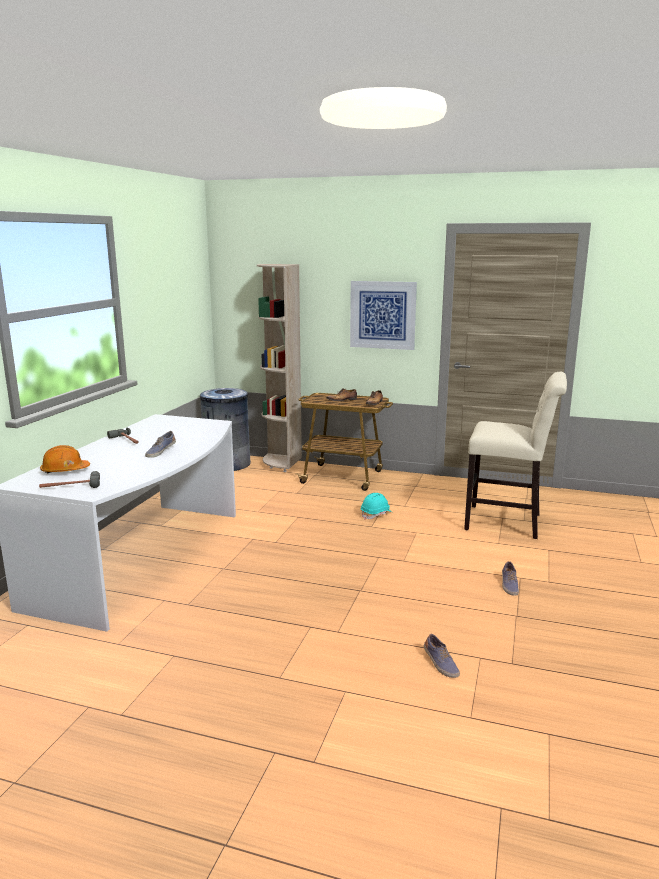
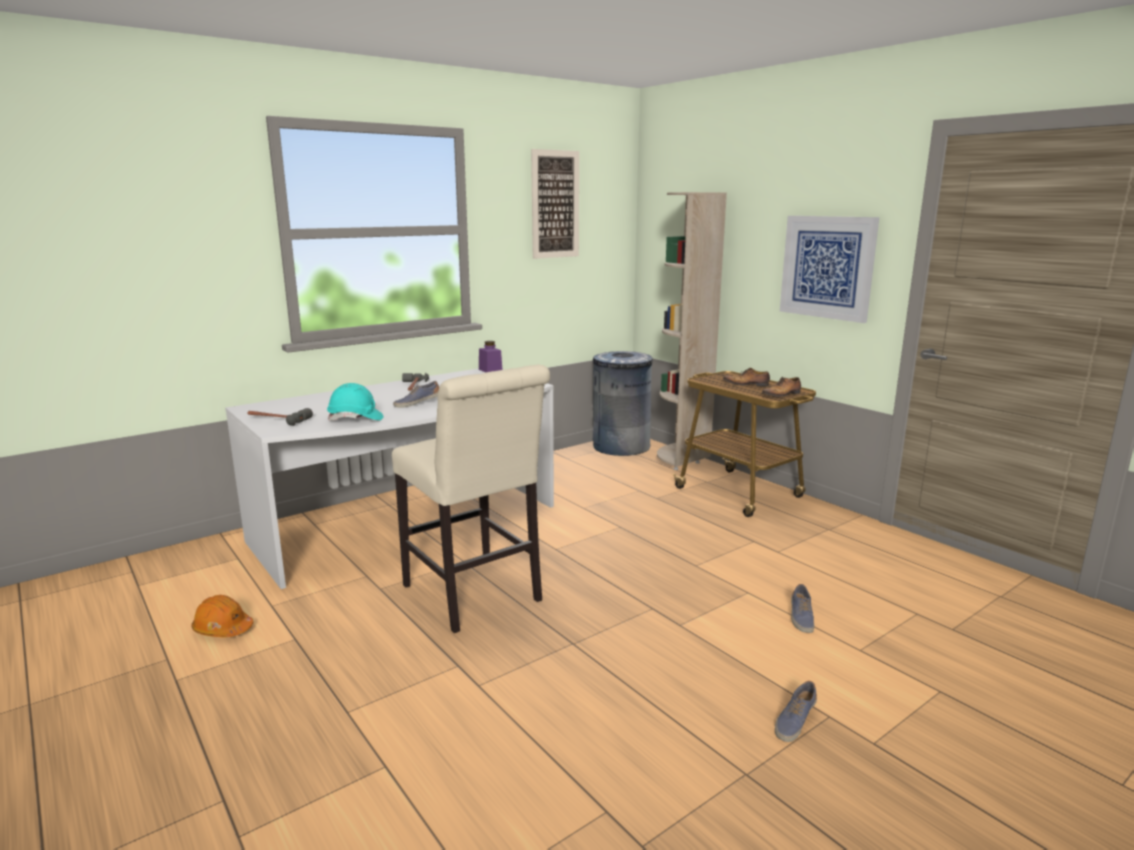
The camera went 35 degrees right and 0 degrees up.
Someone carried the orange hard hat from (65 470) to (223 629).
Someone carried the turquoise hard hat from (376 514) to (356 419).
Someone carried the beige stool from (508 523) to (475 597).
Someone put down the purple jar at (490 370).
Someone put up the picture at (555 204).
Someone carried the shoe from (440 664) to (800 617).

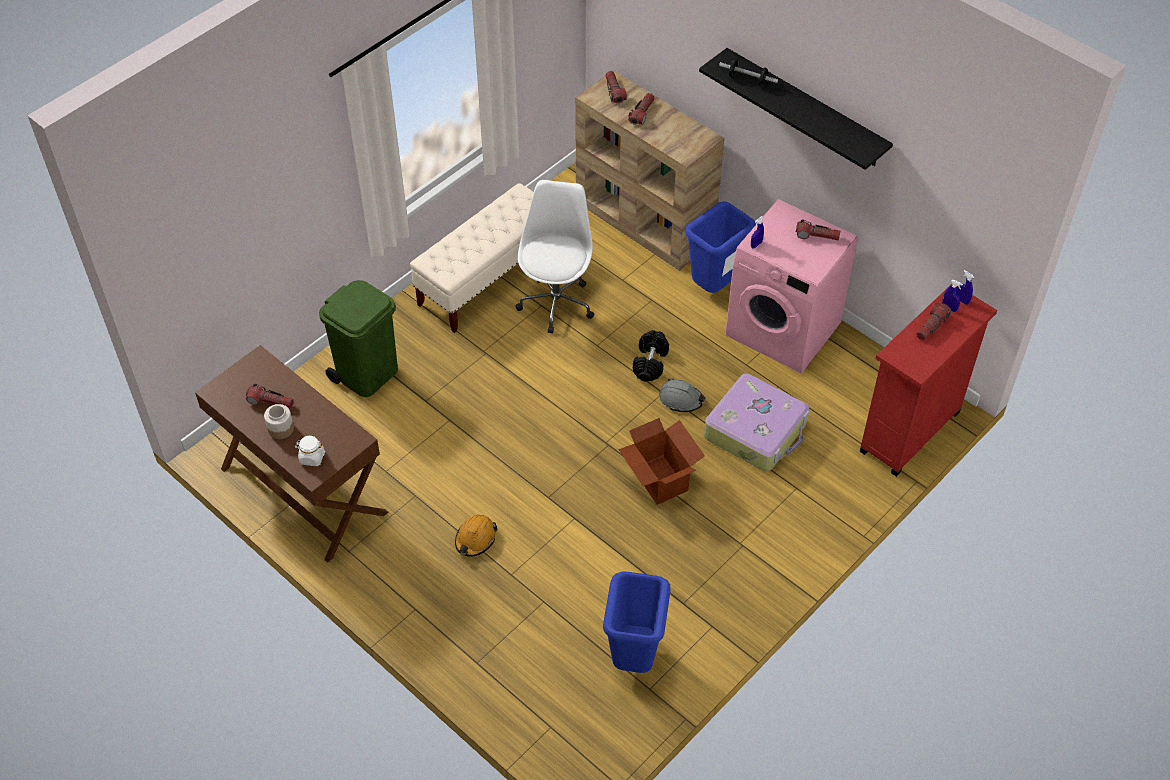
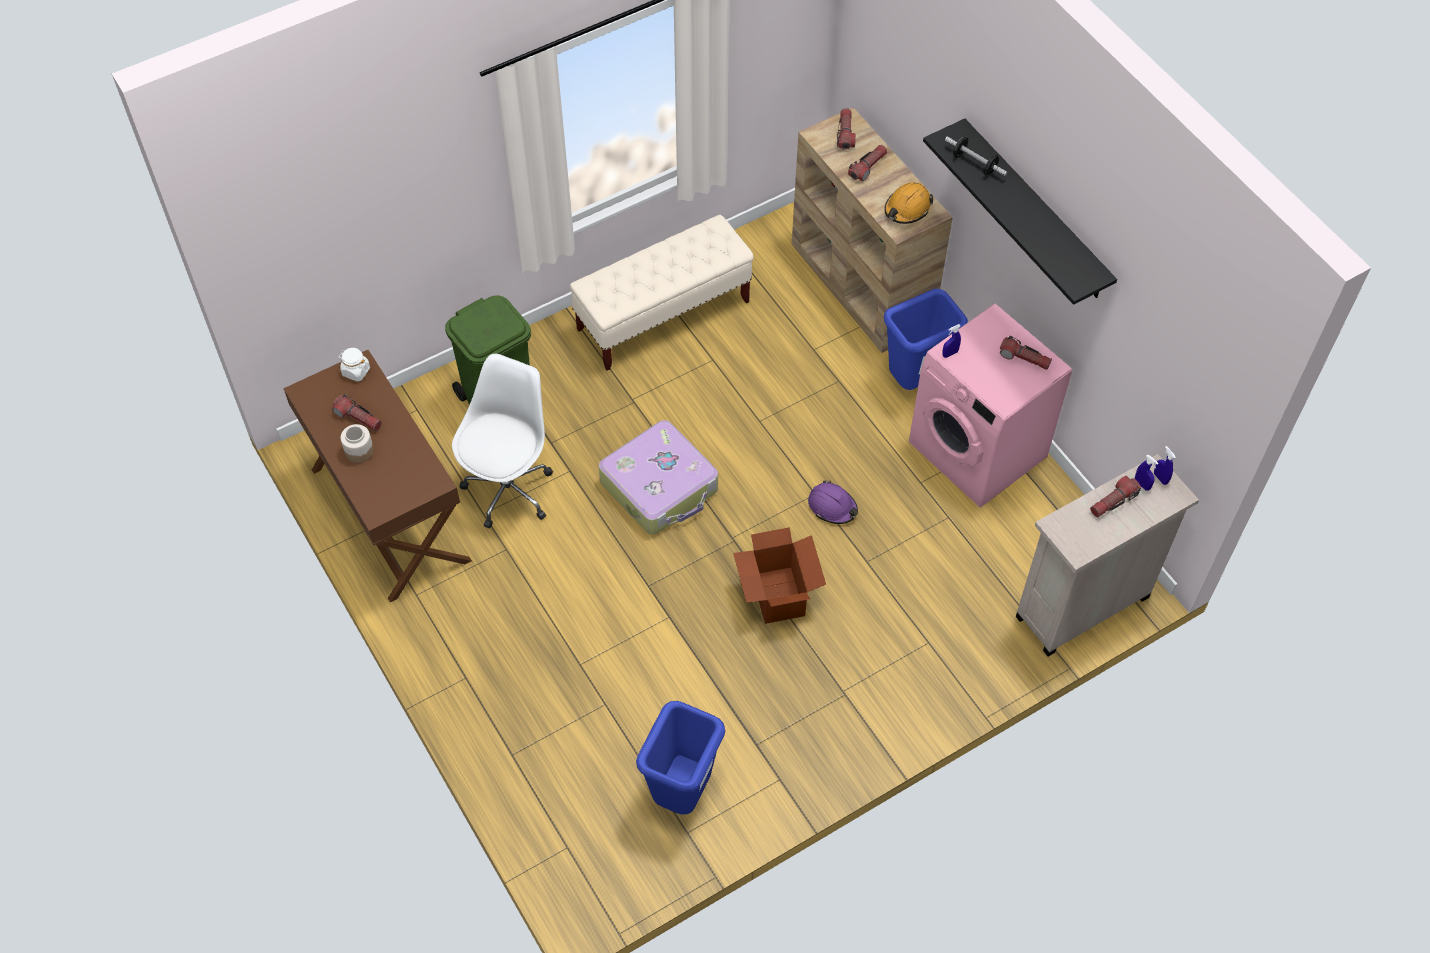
The camera went 15 degrees right and 5 degrees up.
Someone carried the white jar from (312 457) to (356 371).
Someone carried the white office chair from (556 303) to (510 490).
Someone carried the suitcase from (756 431) to (660 486).
Someone repainted the grey hard hat at (681 399), which became the purple hard hat at (832 507).
Someone carried the orange hard hat from (475 539) to (907 208).
Someone repainted the red cabinet at (910 433), which became the beige cabinet at (1082 608).
Someone took away the black dumbbell at (650 363).

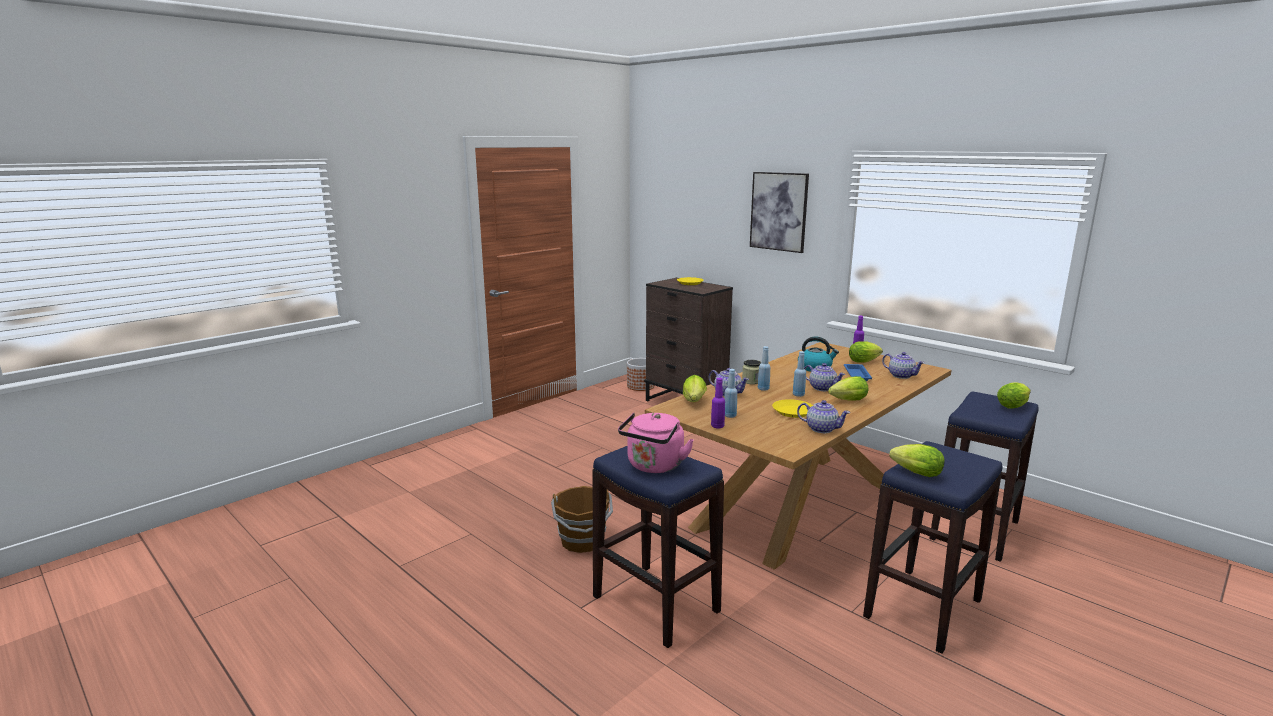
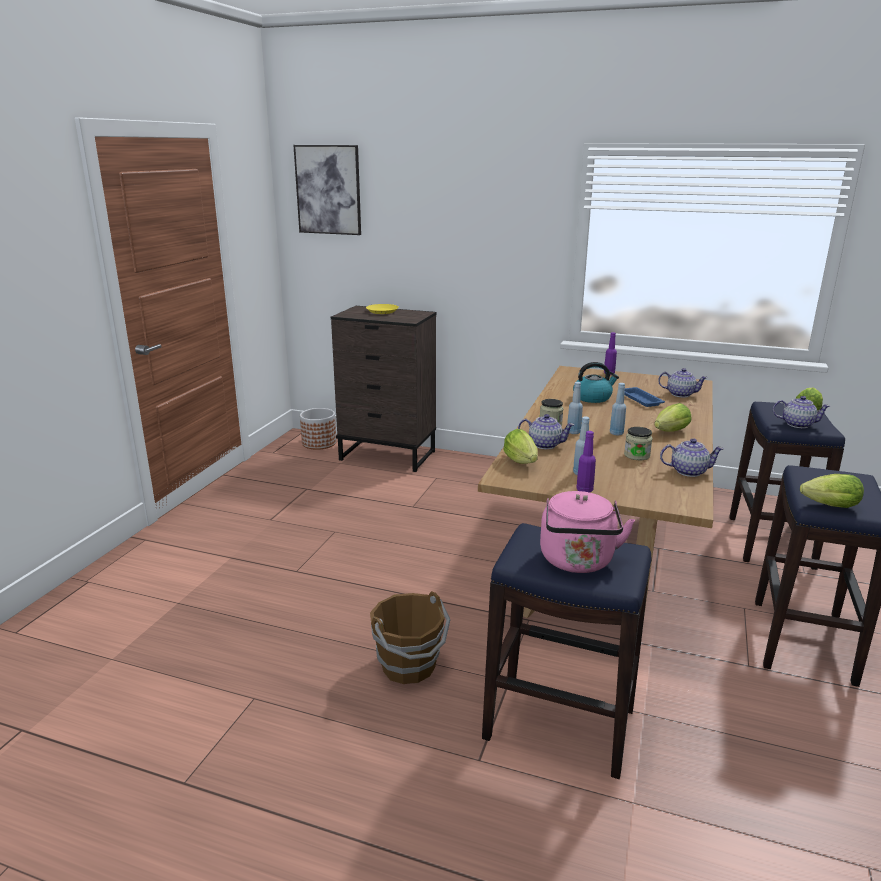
The camera went 25 degrees left and 5 degrees up.
Someone carried the picture from (779 211) to (328 190).
Someone swapped the yellow plate at (793 412) for the jar at (637 455).
Someone carried the teapot from (822 388) to (797 424).
Someone took away the lettuce at (865 361).

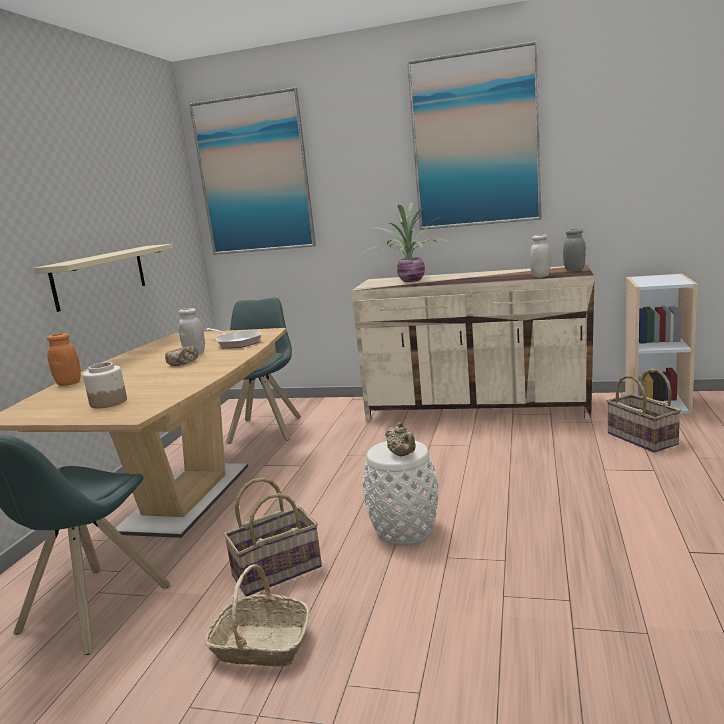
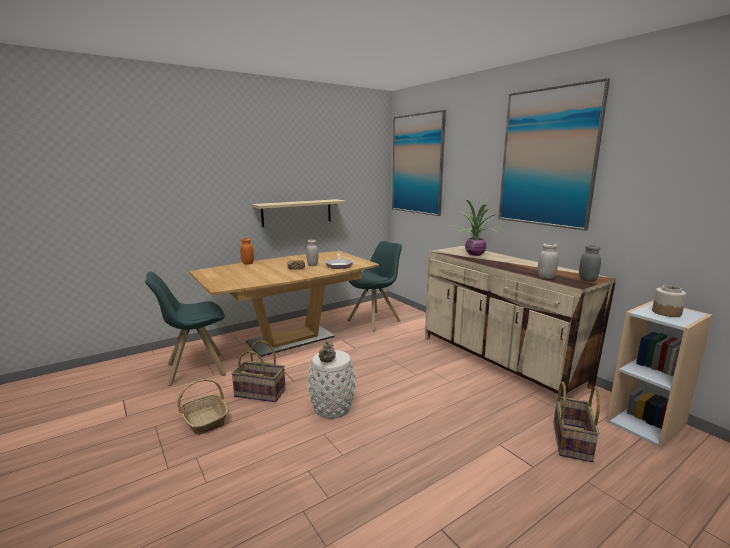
The camera went 40 degrees right and 0 degrees up.
Someone carried the jar from (108 402) to (666 312).

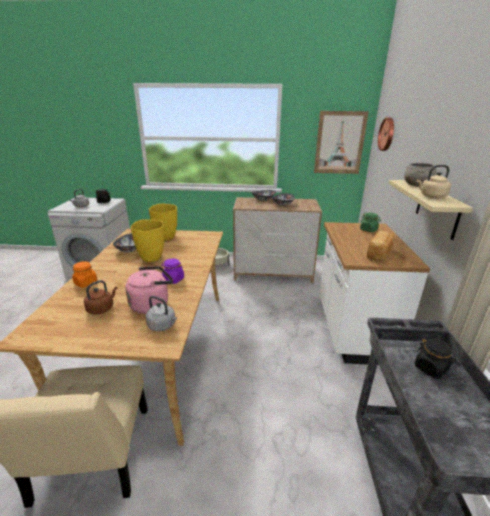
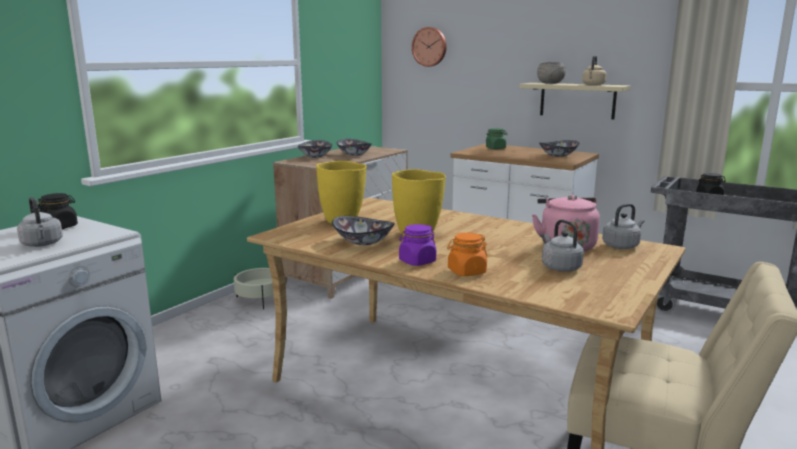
The camera went 60 degrees left and 10 degrees down.
Someone carried the purple jar from (173 279) to (417 261).
Someone swapped the bread at (380 254) for the bowl at (558 155).
Someone repainted the brown kettle at (102 308), which became the grey kettle at (559 267).
Someone took away the picture at (339 143).

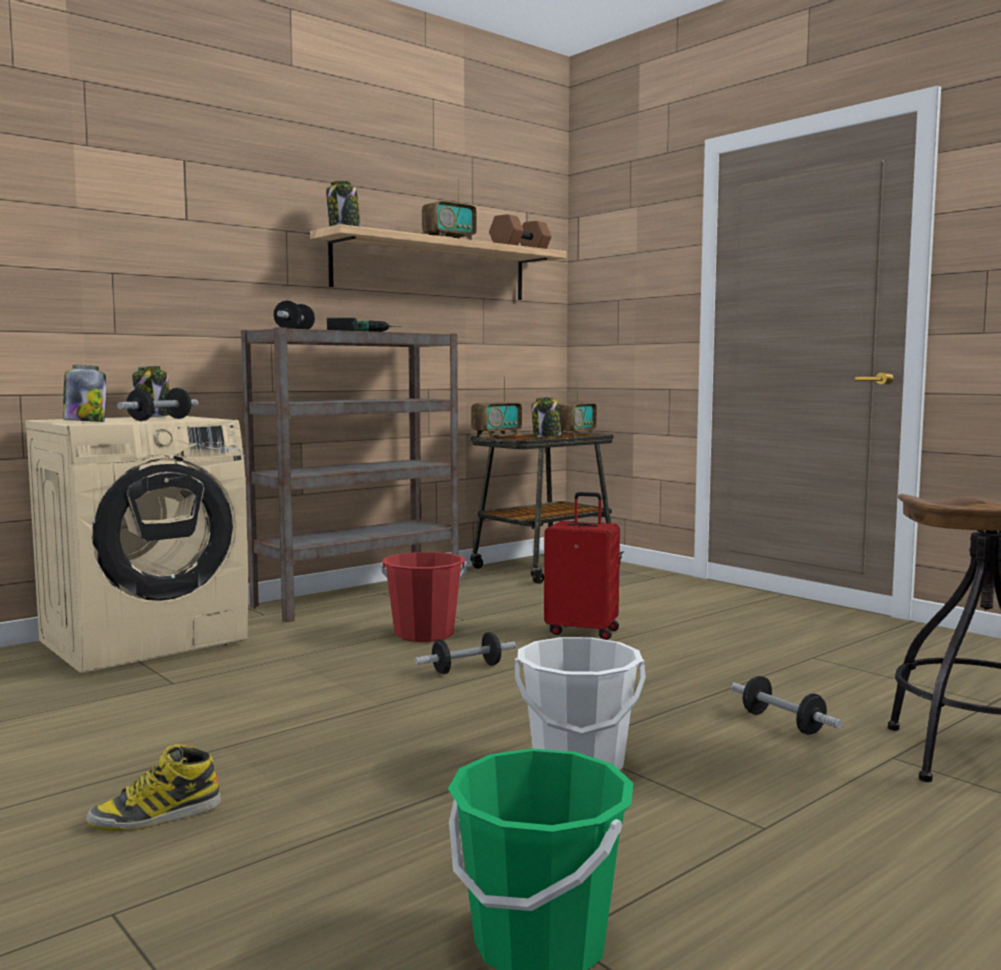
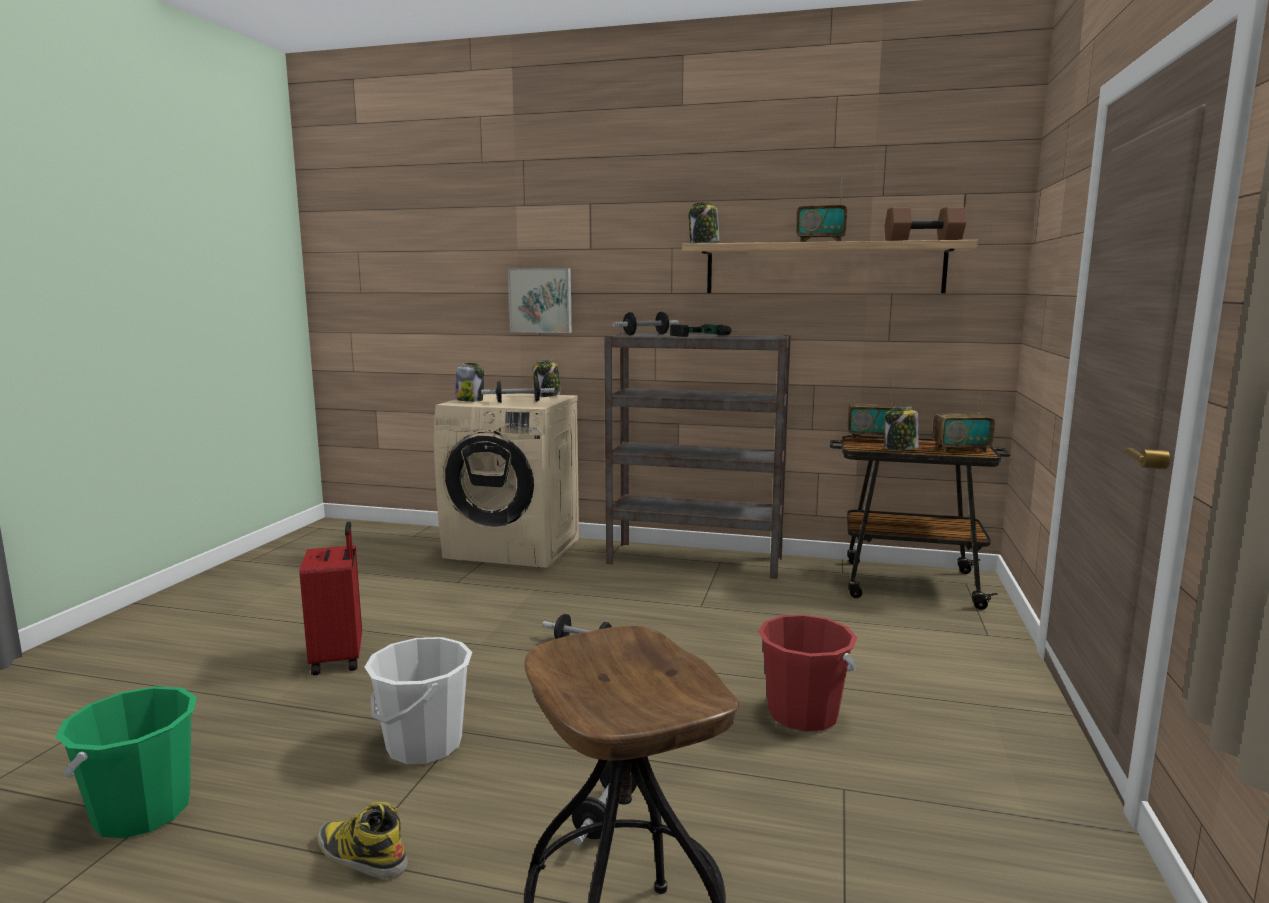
The camera went 55 degrees right and 5 degrees up.
Someone carried the red suitcase from (583 631) to (339 659).
Someone carried the boot from (155 816) to (360 855).
Someone put up the picture at (541 300).
Someone carried the red bucket from (424 634) to (803 714).

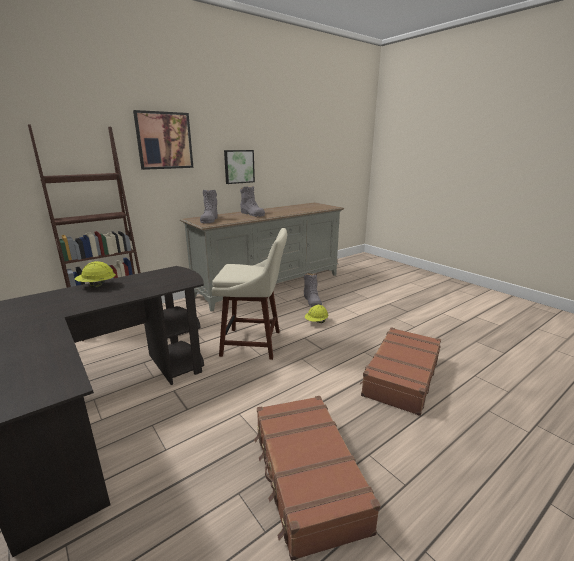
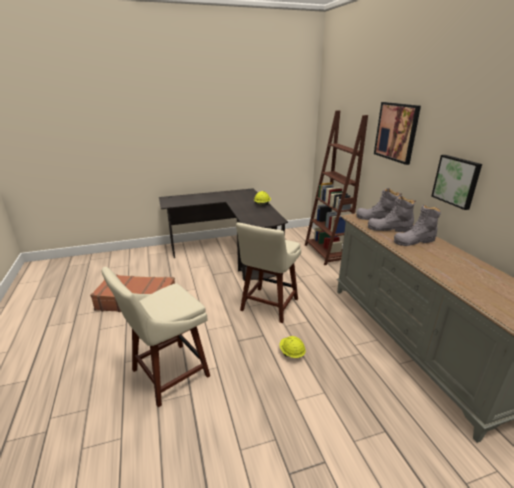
The camera went 110 degrees right and 5 degrees up.
Someone swapped the brown suitcase at (401 377) for the beige stool at (167 374).
Someone carried the grey boot from (312 301) to (389 229).

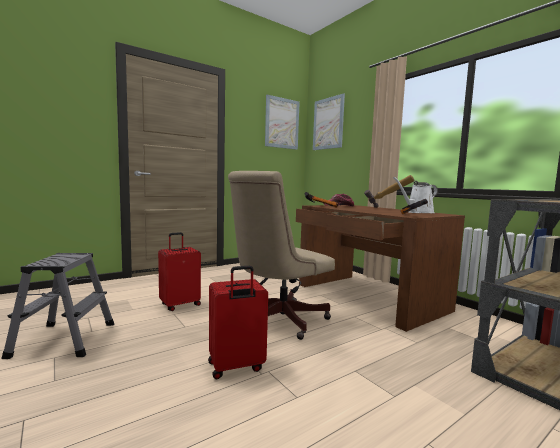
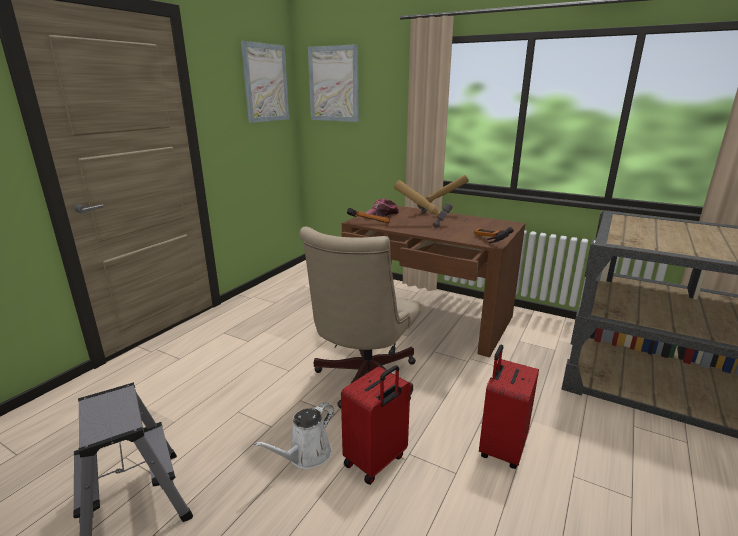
The camera went 25 degrees left and 15 degrees up.
Someone carried the white watering can from (417 212) to (306 455).
Someone put down the hammer at (422 224).
Someone carried the red suitcase from (180 305) to (501 448).

